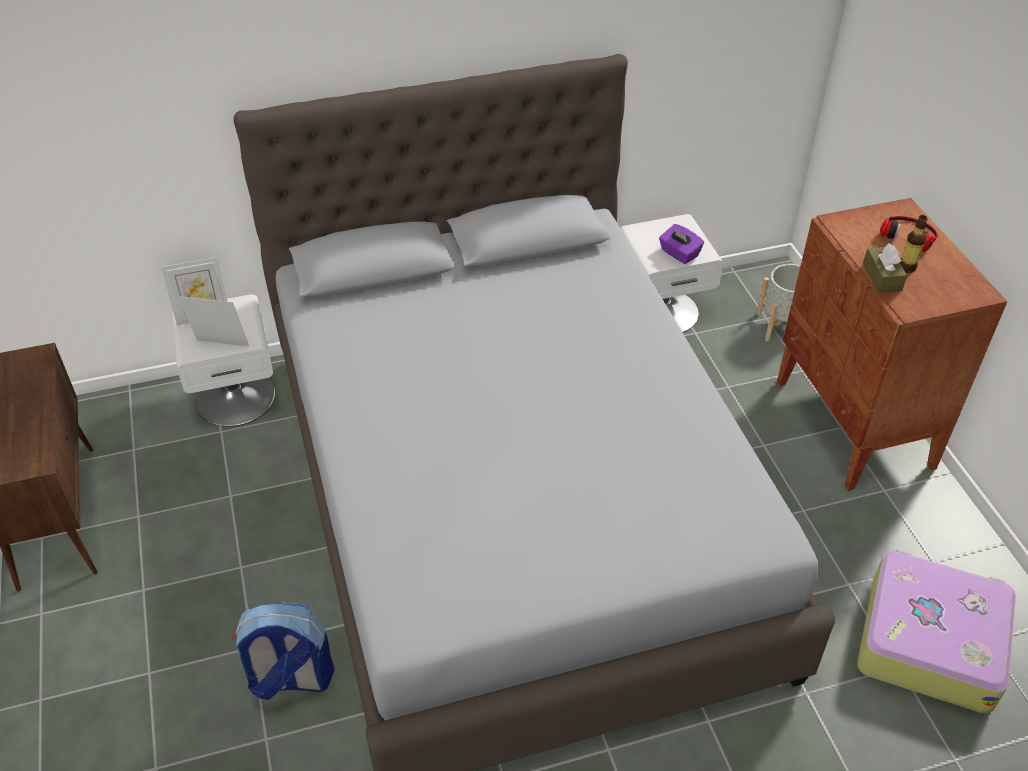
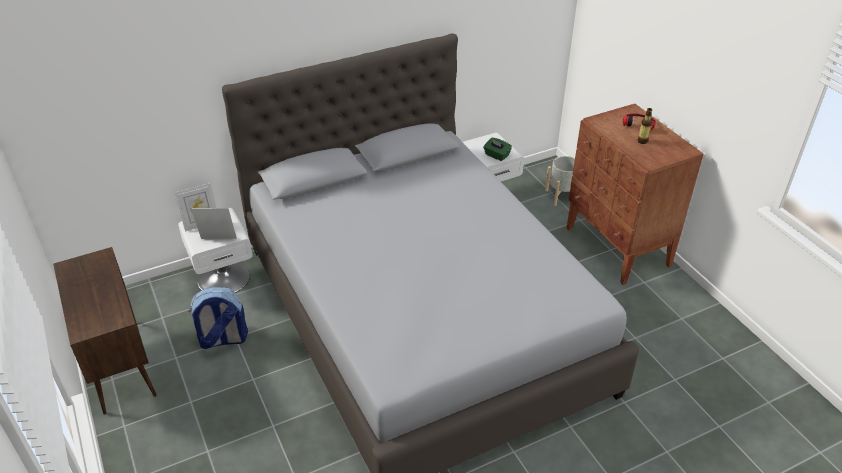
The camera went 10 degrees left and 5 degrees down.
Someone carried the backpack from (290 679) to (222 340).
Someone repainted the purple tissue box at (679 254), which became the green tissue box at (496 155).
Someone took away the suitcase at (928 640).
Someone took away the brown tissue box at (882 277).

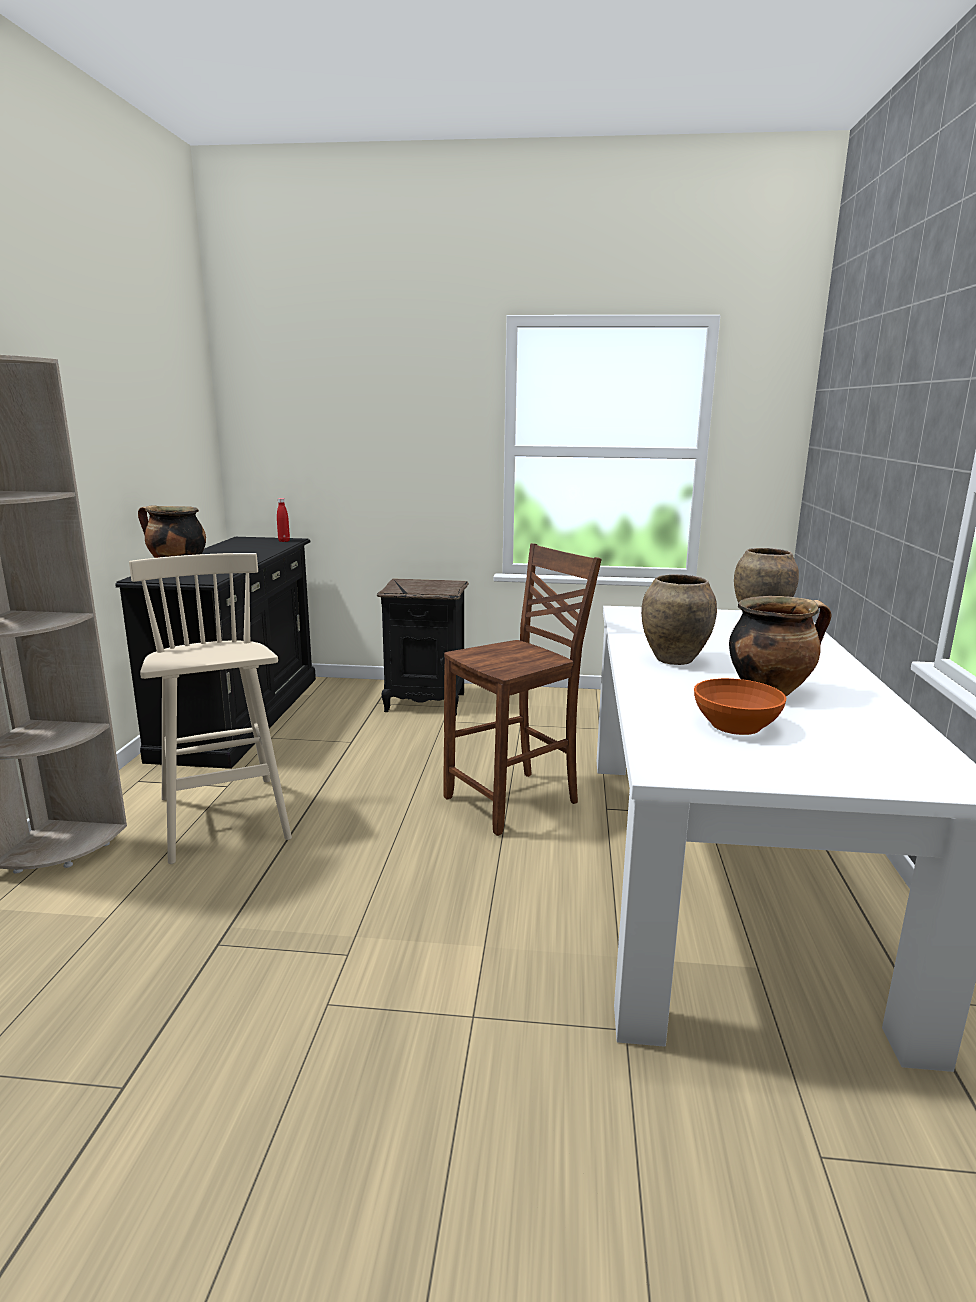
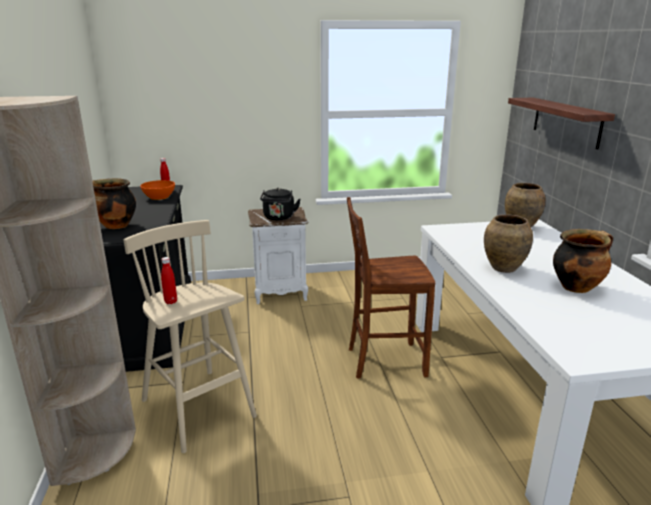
The camera went 15 degrees left and 5 degrees up.
Someone carried the orange bowl from (736 725) to (159 197).
Someone put down the red bottle at (171 302).
Someone repainted the black nightstand at (426 703), which became the white nightstand at (280 293).
Someone put down the black kettle at (279 218).
Someone rotated the brown chair at (515 801) by 135 degrees counterclockwise.
Someone put up the shelf at (566 121).

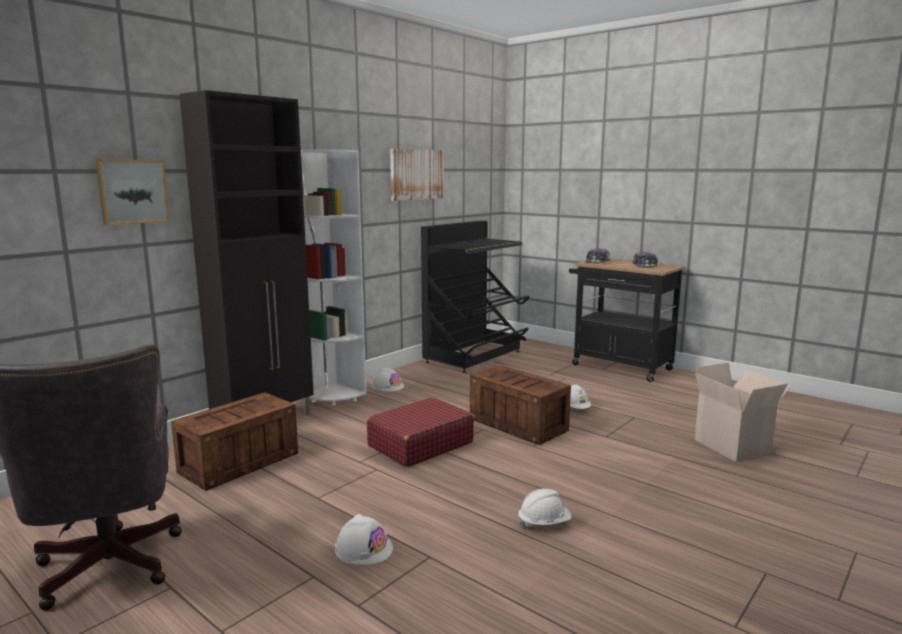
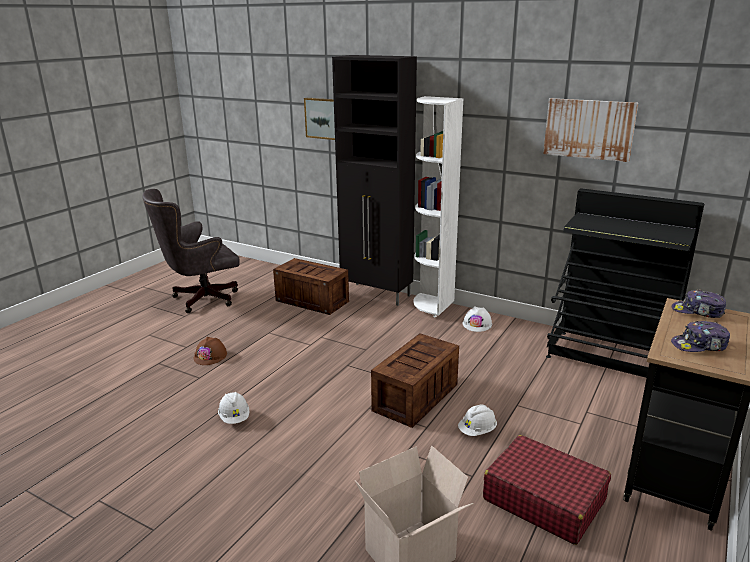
The camera went 80 degrees right and 10 degrees up.
Someone repainted the white hard hat at (363 548), which became the brown hard hat at (210 356).
Someone carried the red suitcase from (420 444) to (543 499).

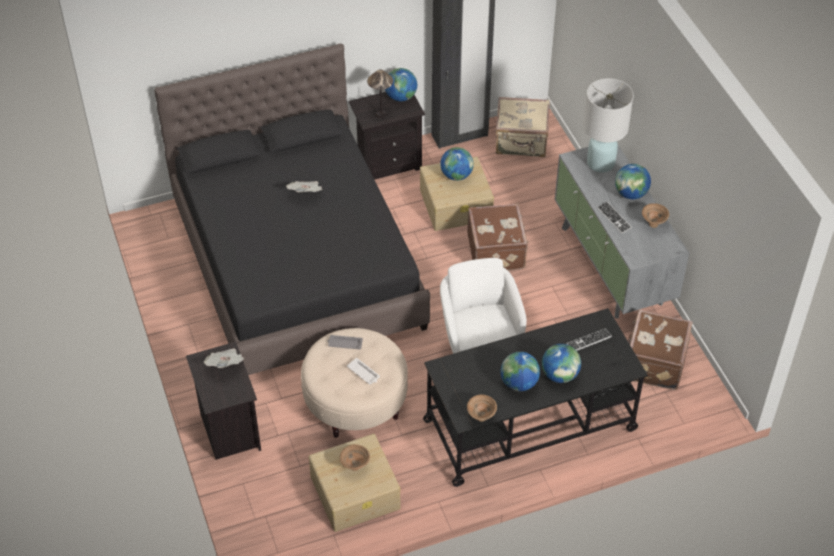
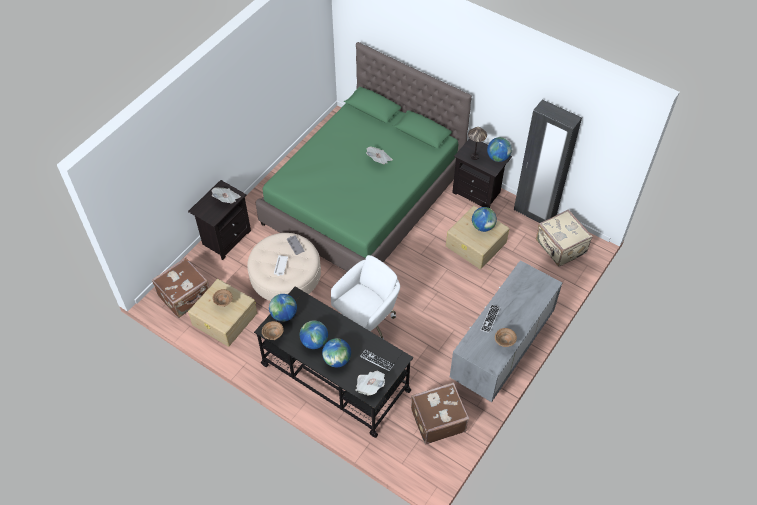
The camera went 55 degrees right and 5 degrees up.
Someone carried the brown suitcase from (497 251) to (185 296).
Someone repainted the black bed at (297 263), which became the green bed at (364 198).
Someone carried the globe from (631 194) to (284 315).
Someone put down the newspaper at (369 386).
Someone took away the white table lamp at (600 163).

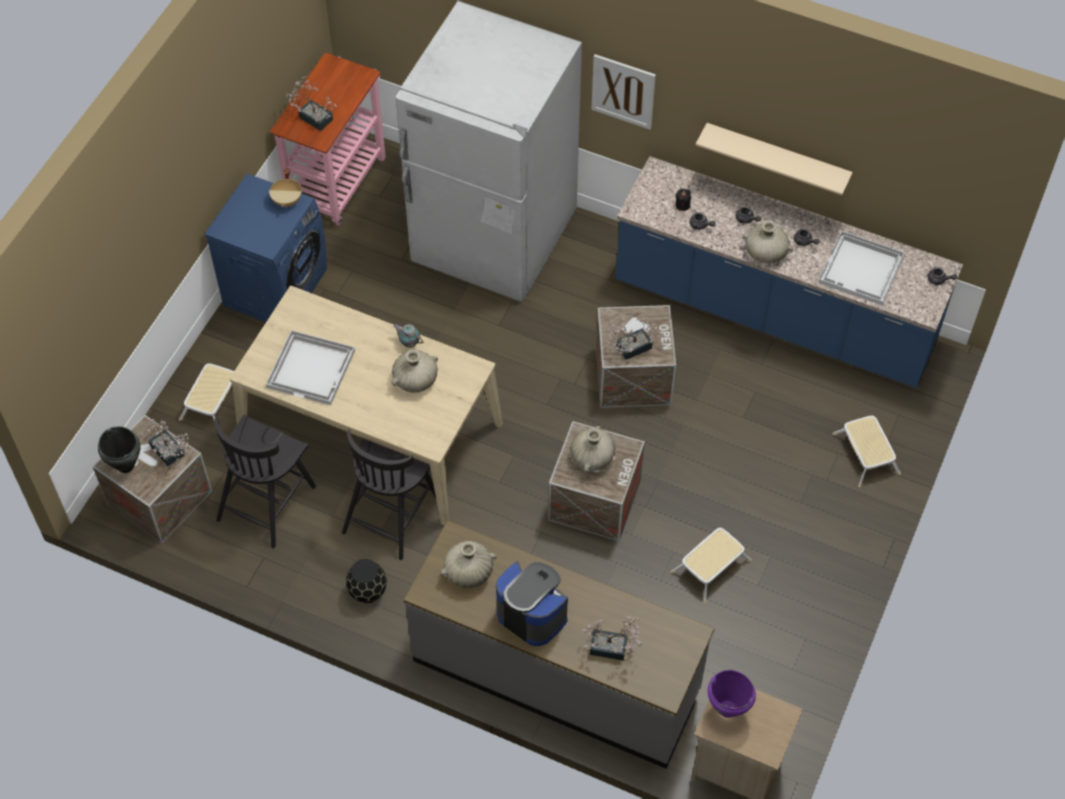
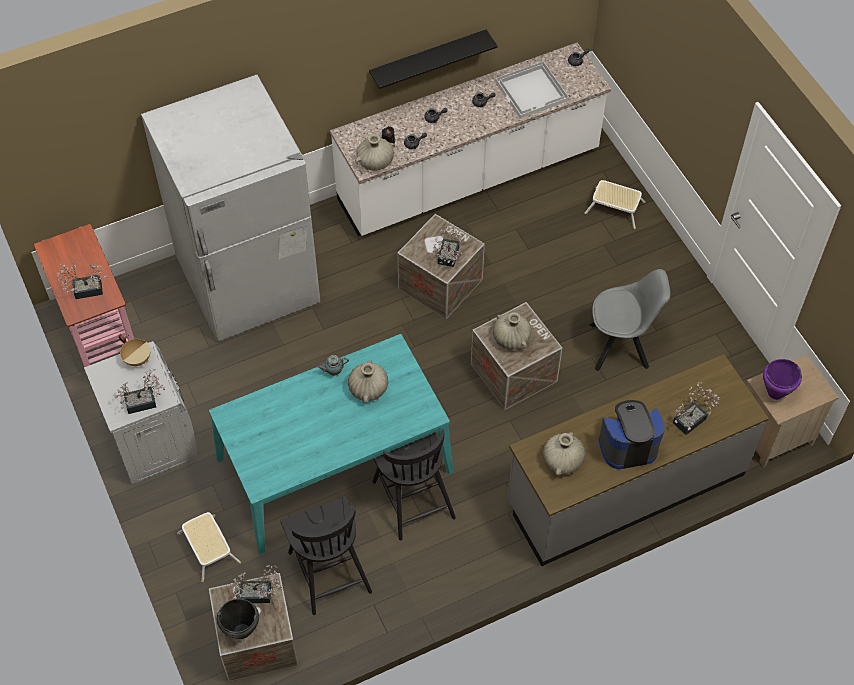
The camera went 50 degrees left and 0 degrees up.
Someone repainted the blue washing machine at (276 289), which became the white washing machine at (152 440).
Someone put down the potted plant at (144 402).
Someone repainted the beige dining table at (371 432), which became the turquoise dining table at (334 465).
Someone repainted the blue counter at (774 315), which became the white counter at (469 177).
Someone carried the beige vase from (765 253) to (375 162).
Someone repainted the beige shelf at (777 158), which became the black shelf at (428 59).
Someone swapped the beige step ladder at (710 566) for the grey chair at (621 345).
Someone took away the white tray at (312 368).
Someone took away the black vase at (367 591).
Someone took away the picture at (623 91).

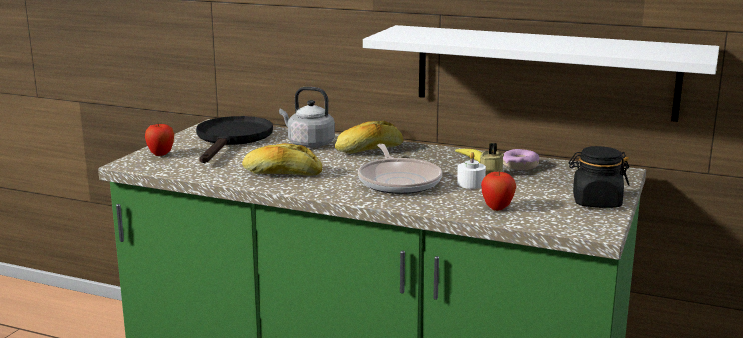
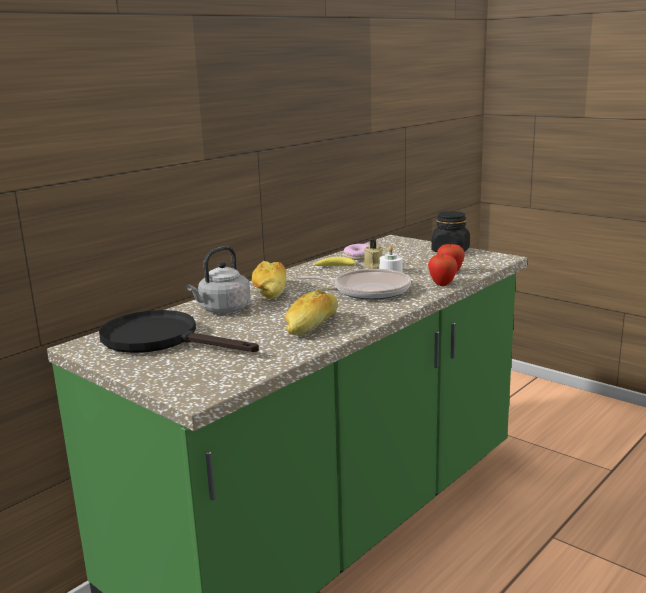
The camera went 70 degrees left and 0 degrees up.
Someone carried the apple from (161 154) to (442 284).
Someone took away the white shelf at (544 71).

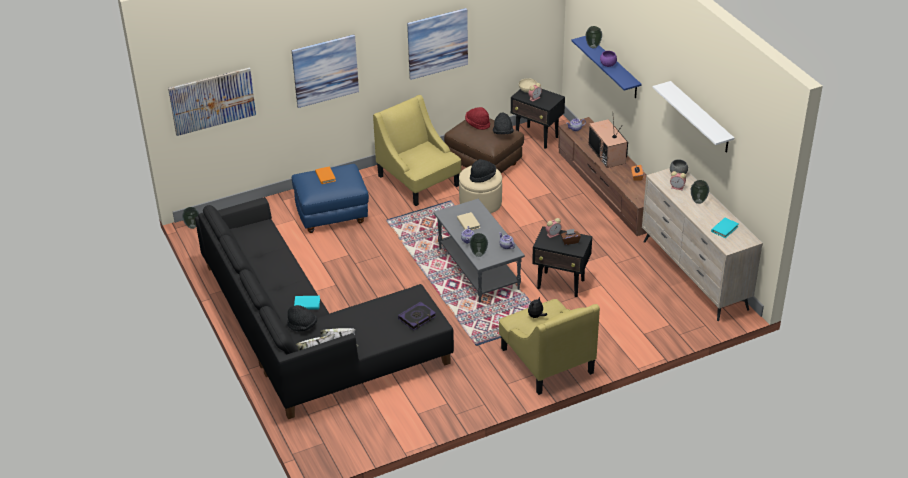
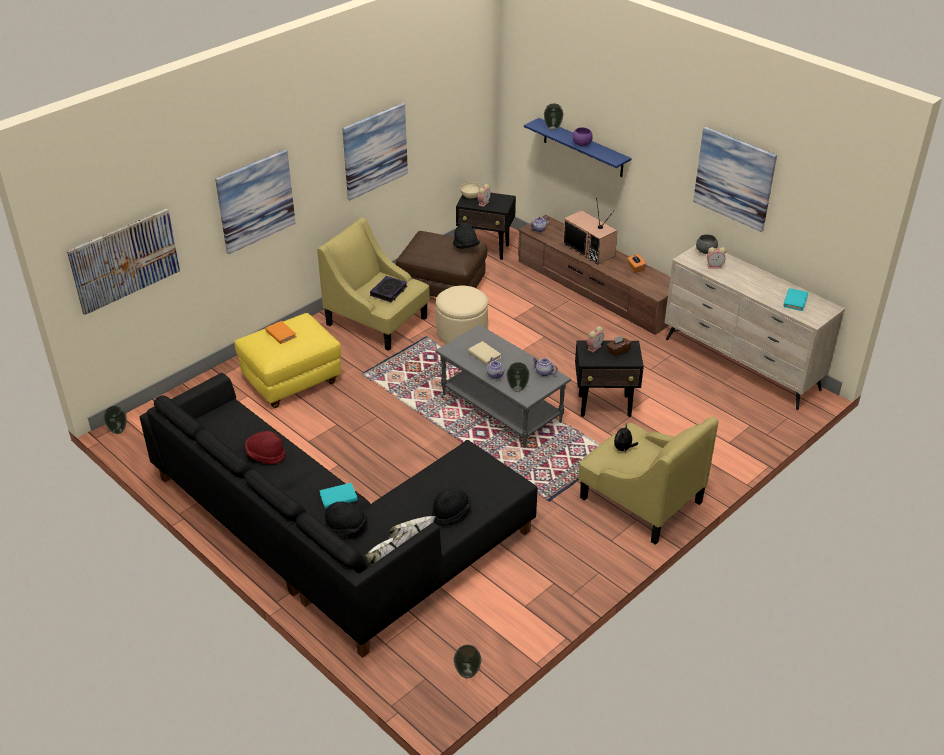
The camera went 20 degrees left and 0 degrees up.
Someone repainted the blue ottoman at (332 214), which became the yellow ottoman at (292 379).
Someone carried the red hat from (477 124) to (266 455).
Someone carried the book from (417 318) to (389 291).
Someone carried the black hat from (483 177) to (451 513).
Someone carried the vase from (698 201) to (467 674).
Someone swapped the white shelf at (700 117) for the picture at (734 178).

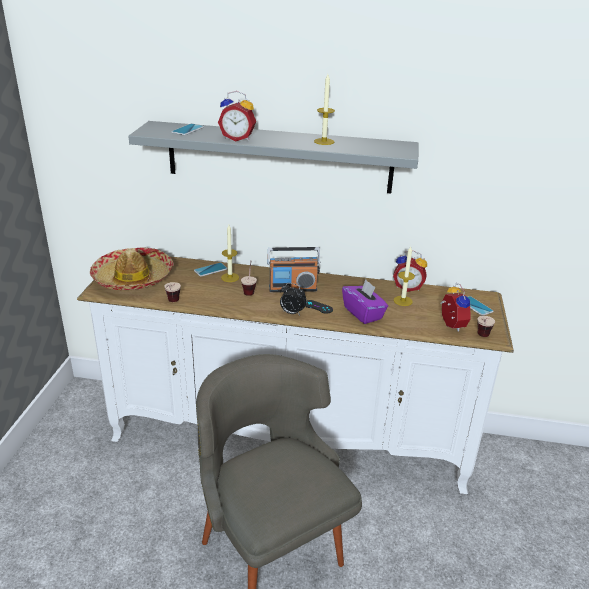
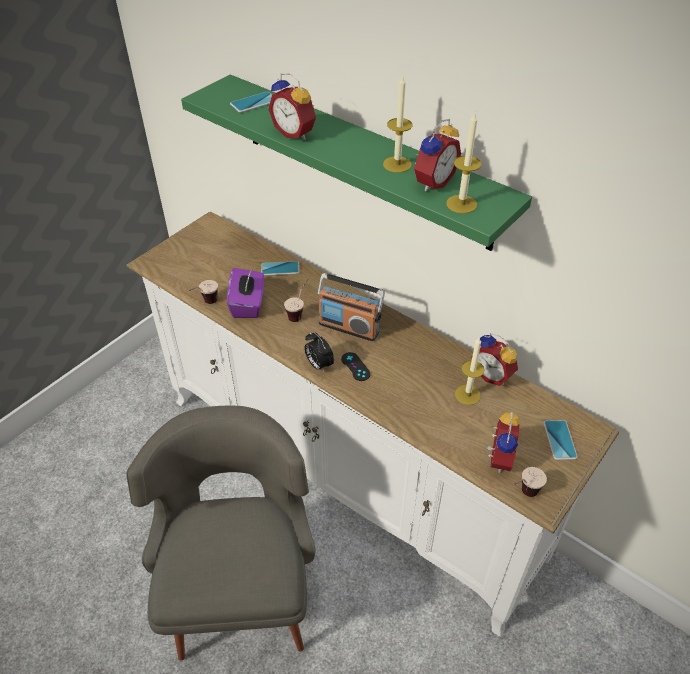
The camera went 30 degrees right and 15 degrees up.
Someone repainted the grey shelf at (279 157), which became the green shelf at (363 160).
Someone carried the purple tissue box from (363 313) to (248 304).
Someone put down the alarm clock at (432 182).
Someone carried the candle from (230 277) to (461 204).
Someone took away the hat at (133 278).

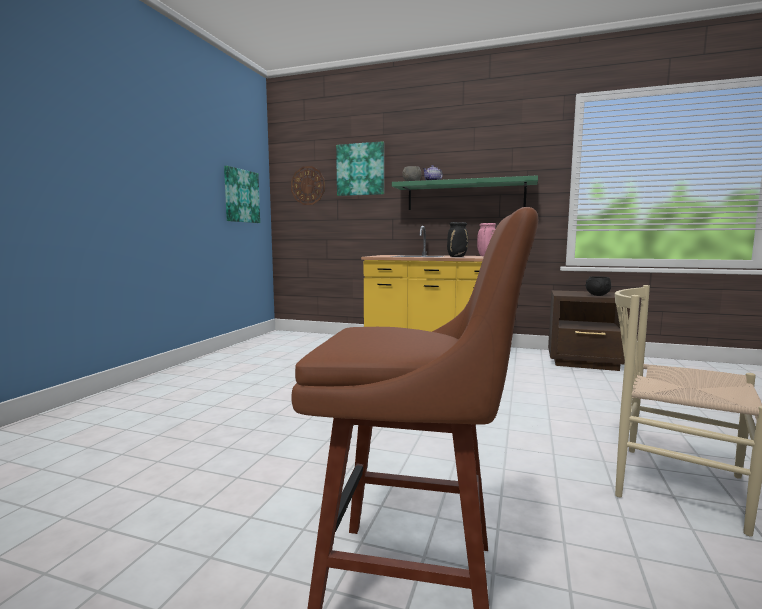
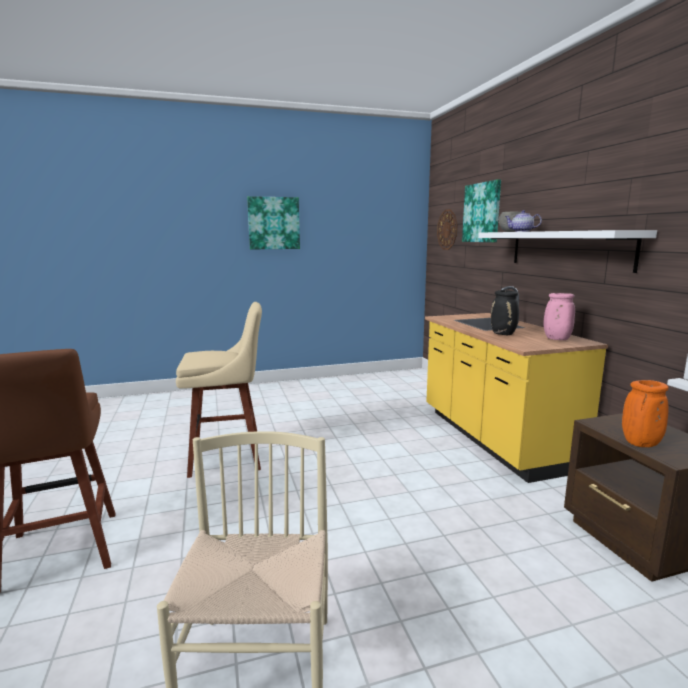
The camera went 55 degrees right and 5 degrees up.
Someone put down the beige stool at (228 457).
Someone carried the picture from (241 196) to (273 223).
Someone repainted the green shelf at (465 195), which became the white shelf at (567 249).
Someone swapped the black bowl at (598 295) for the orange vase at (640 444).

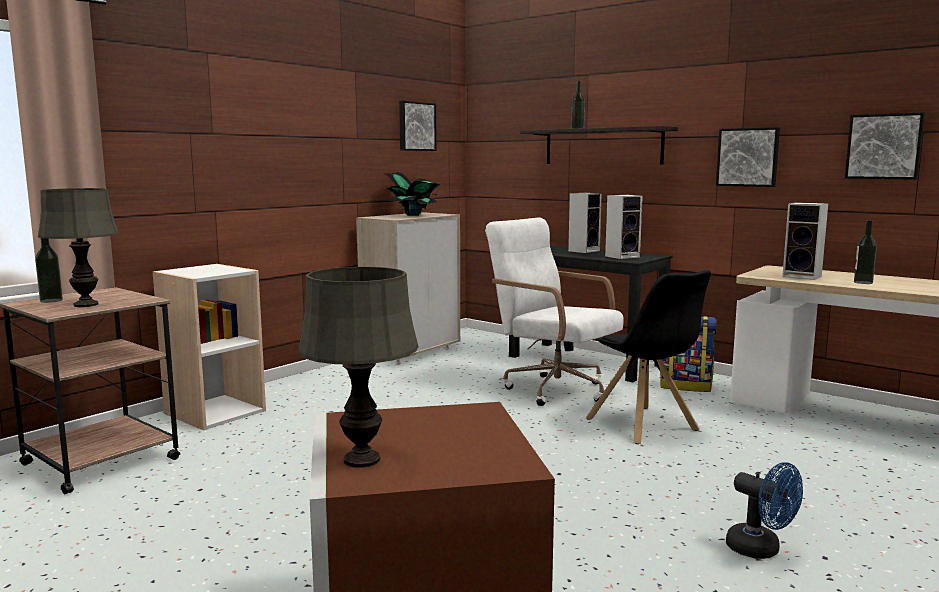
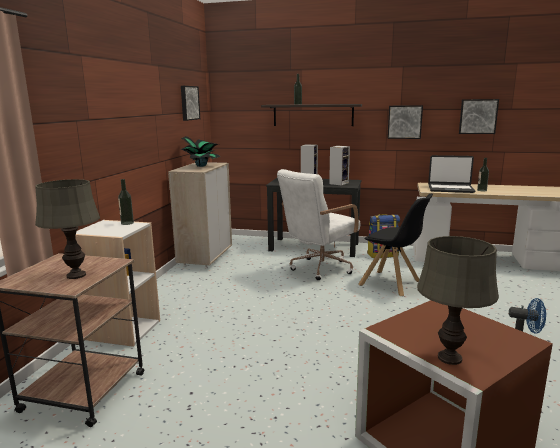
The camera went 25 degrees left and 5 degrees up.
Someone carried the bottle from (51 300) to (127 223).
Someone rotated the white office chair at (552 389) by 60 degrees counterclockwise.
Someone swapped the speaker at (803 276) for the laptop at (450 189).

